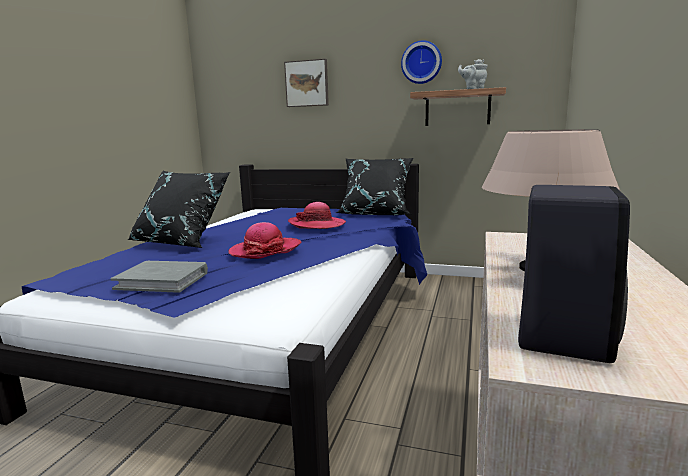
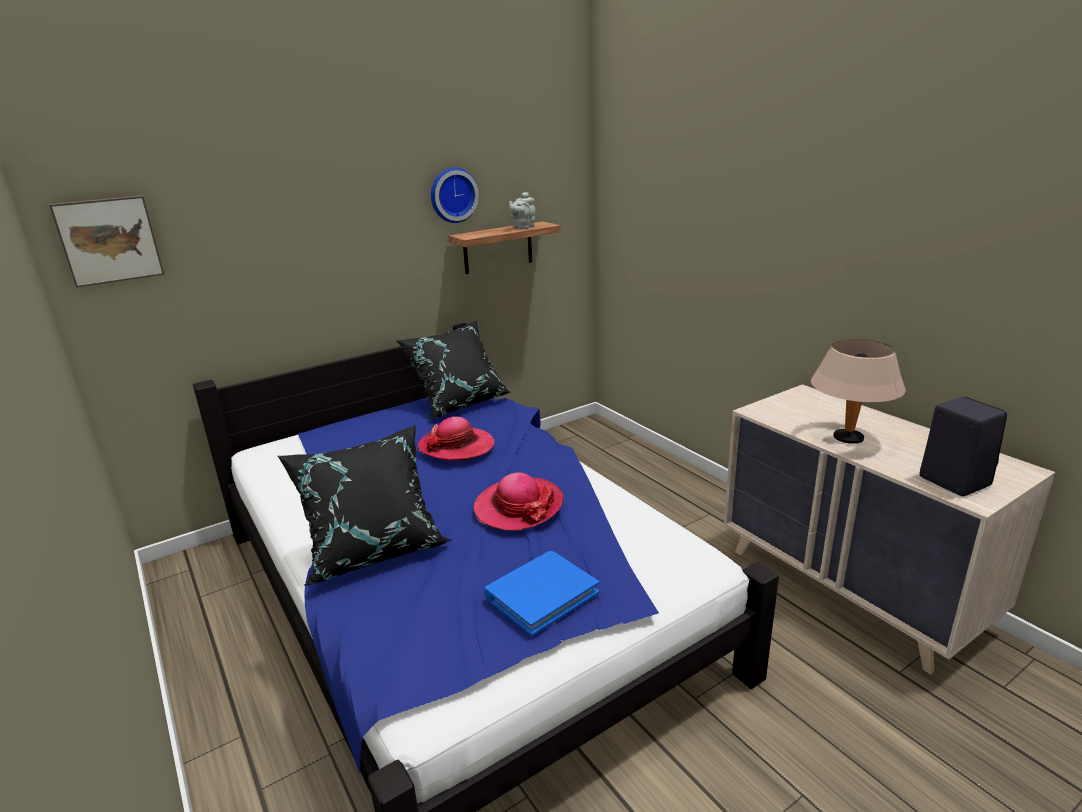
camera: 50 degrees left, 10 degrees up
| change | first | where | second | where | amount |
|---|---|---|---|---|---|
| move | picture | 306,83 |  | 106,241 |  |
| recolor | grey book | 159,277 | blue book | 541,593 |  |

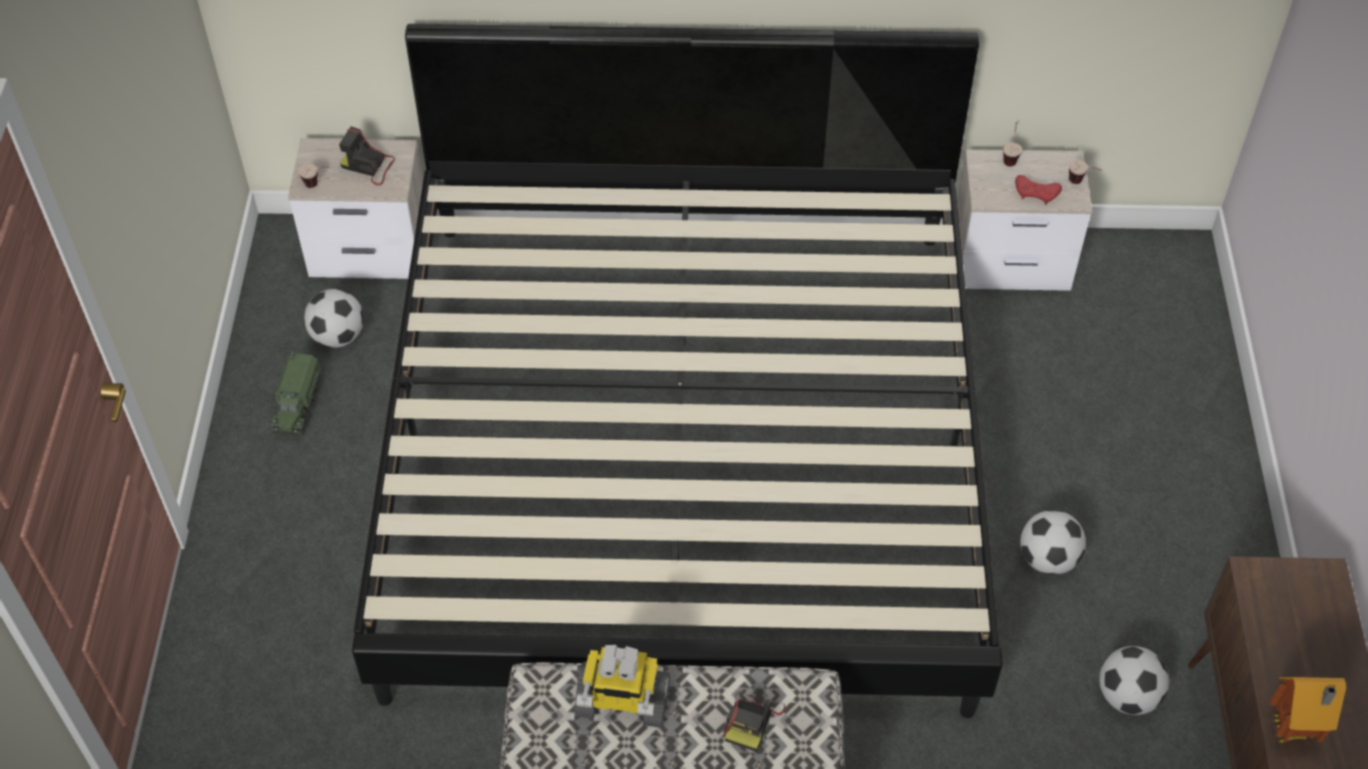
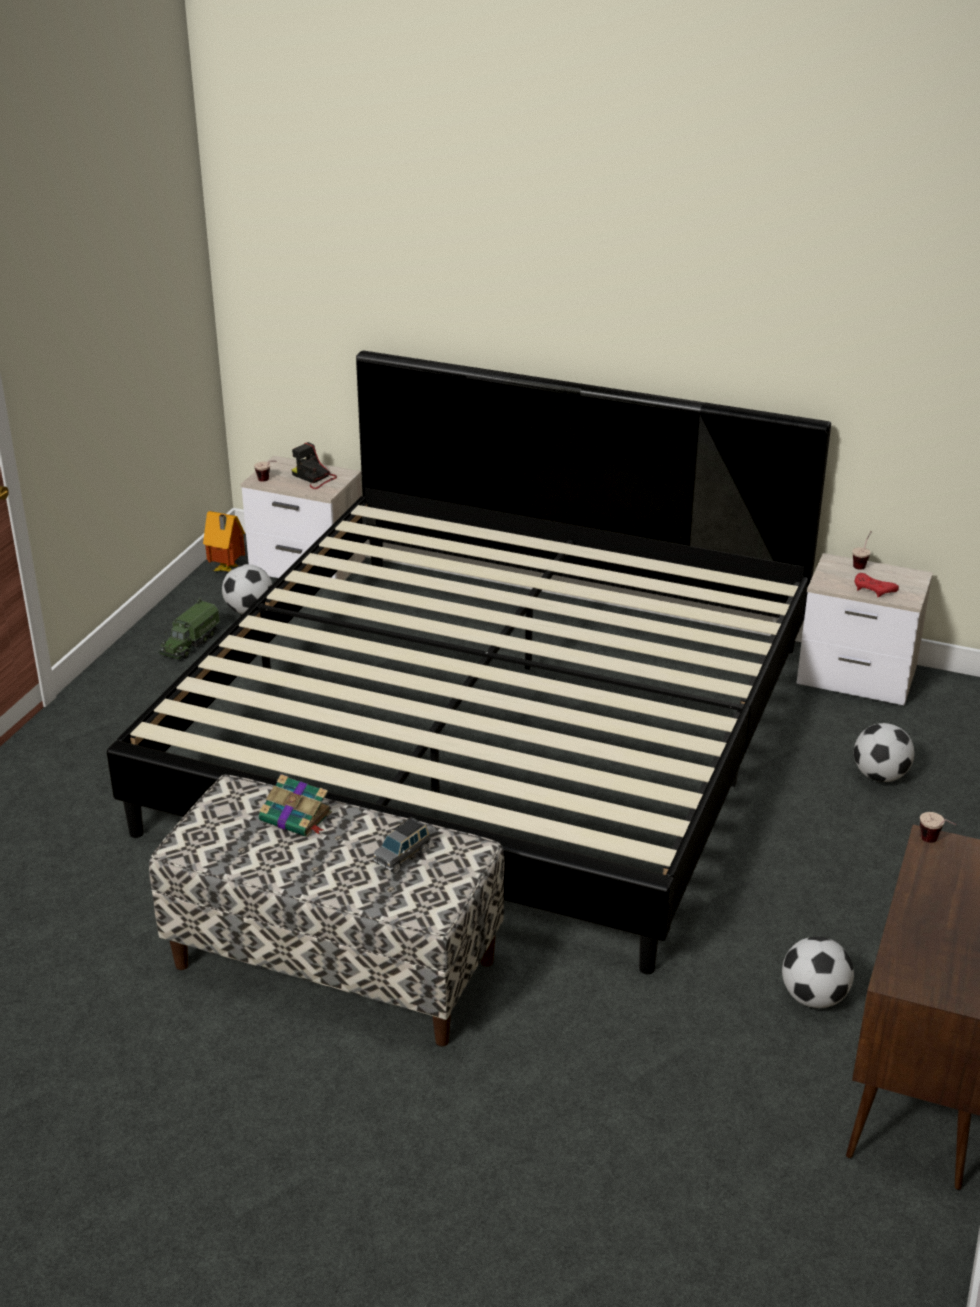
camera: 20 degrees right, 20 degrees down
| change | first | where | second | where | amount |
|---|---|---|---|---|---|
| move | cup | 1085,172 |  | 938,827 |  |
| move | football | 1053,542 |  | 884,752 |  |
| replace | toy robot | 622,686 | book | 295,805 |  |
| move | toy house | 1308,710 |  | 224,541 |  |
| replace | photo camera | 754,721 | grey toy car | 401,845 |  |

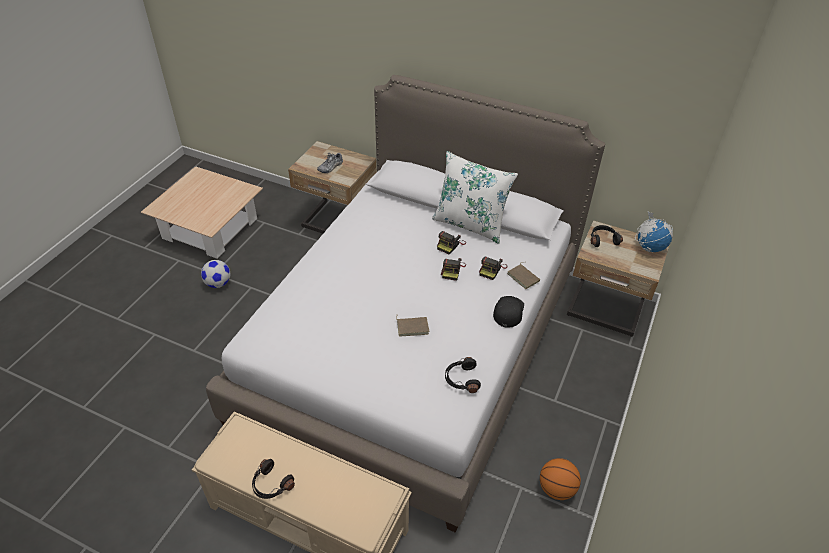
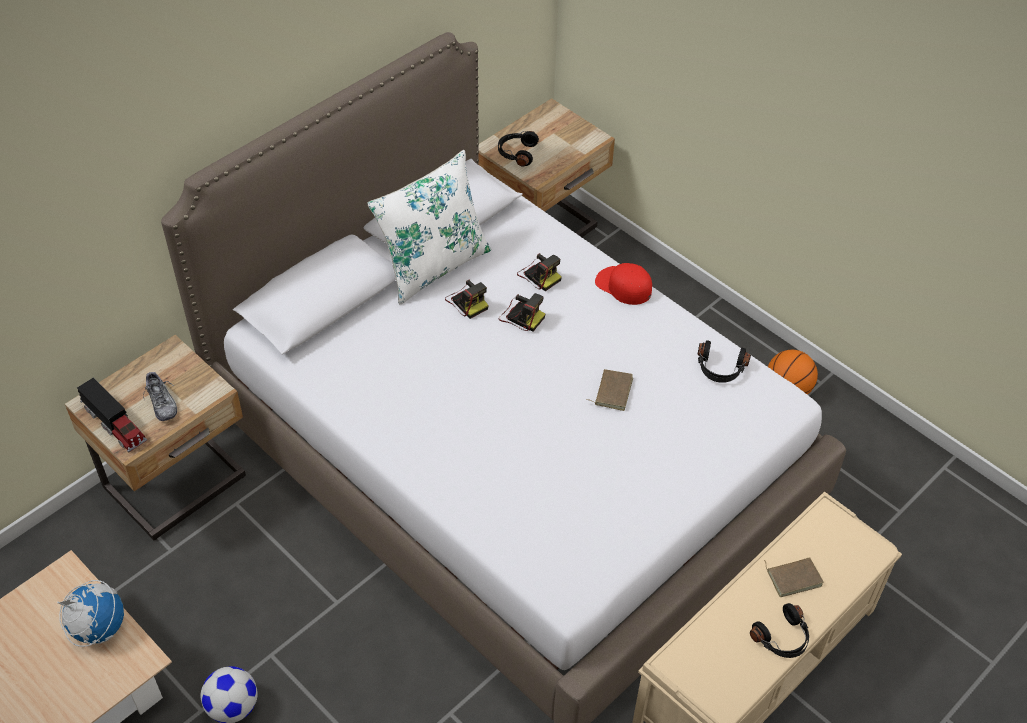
camera: 70 degrees left, 5 degrees up
| change | first | where | second | where | amount |
|---|---|---|---|---|---|
| move | globe | 654,231 |  | 90,613 |  |
| move | brown book | 523,275 |  | 794,577 |  |
| recolor | black cap | 508,312 | red cap | 623,284 |  |
| insert |  |  | toy truck | 112,415 |  |

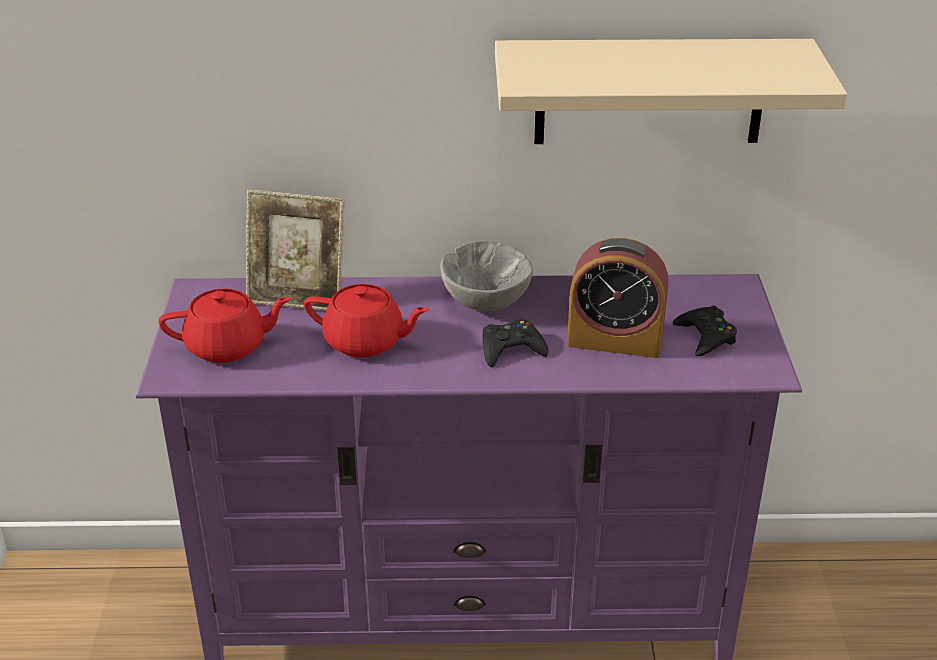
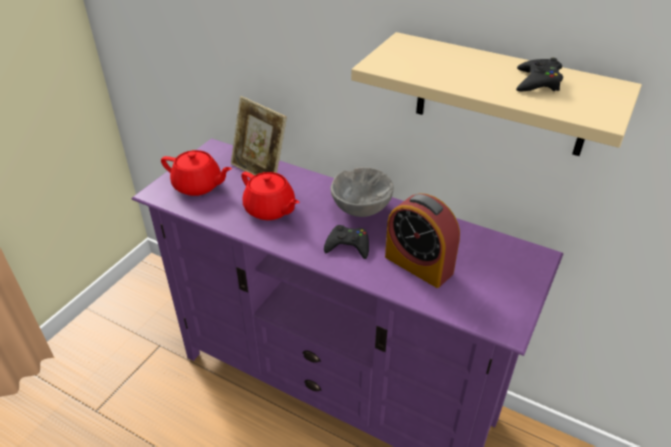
camera: 30 degrees right, 5 degrees up
| change | first | where | second | where | amount |
|---|---|---|---|---|---|
| move | black game controller | 705,330 |  | 539,75 |  |

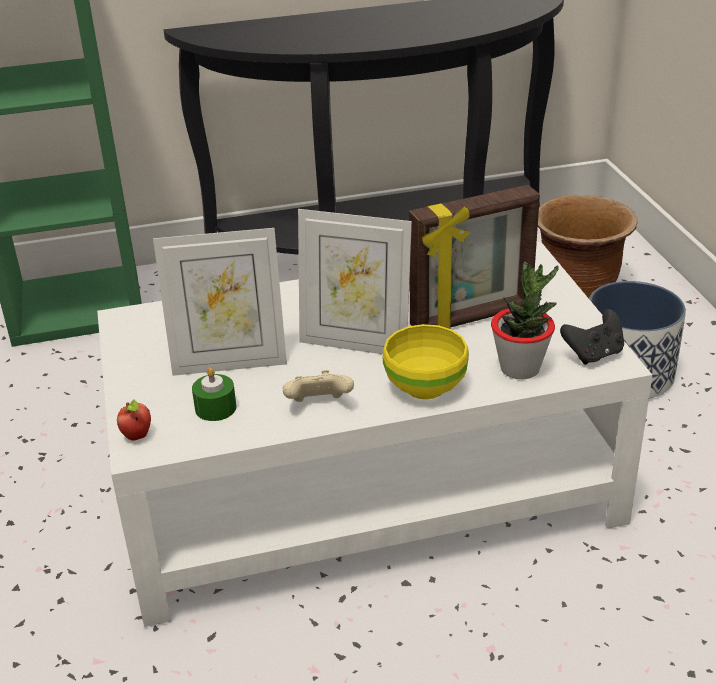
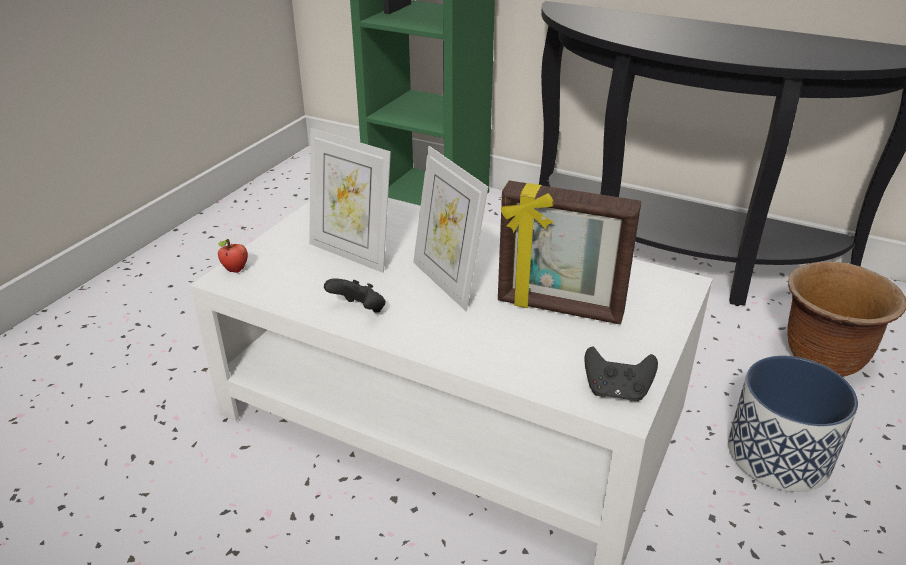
camera: 40 degrees right, 0 degrees up
| change | first | where | second | where | amount |
|---|---|---|---|---|---|
| delete | potted plant | 525,320 |  |  |  |
| delete | yellow bowl | 425,361 |  |  |  |
| delete | green candle | 214,394 |  |  |  |
| recolor | beige game controller | 318,386 | black game controller | 355,296 |  |

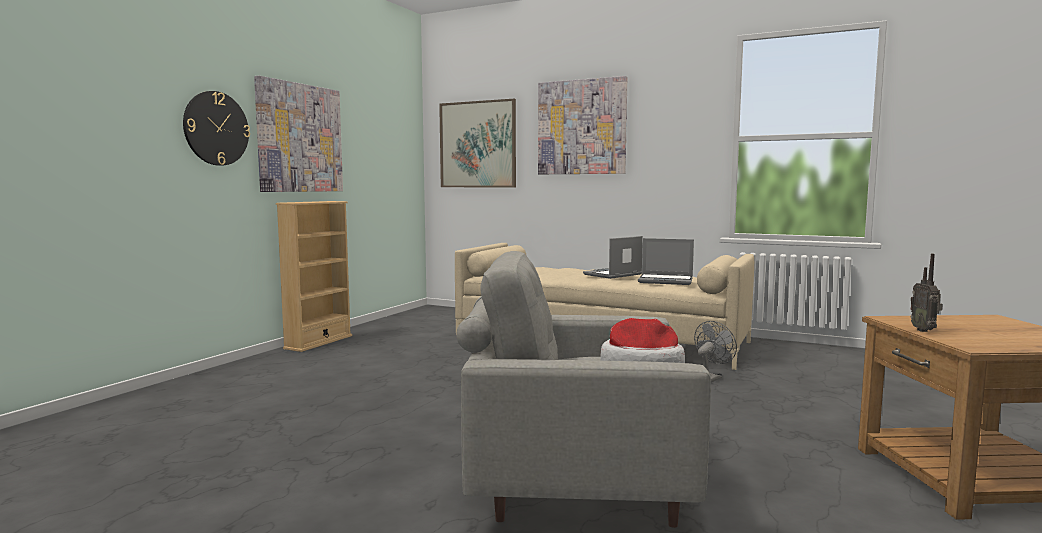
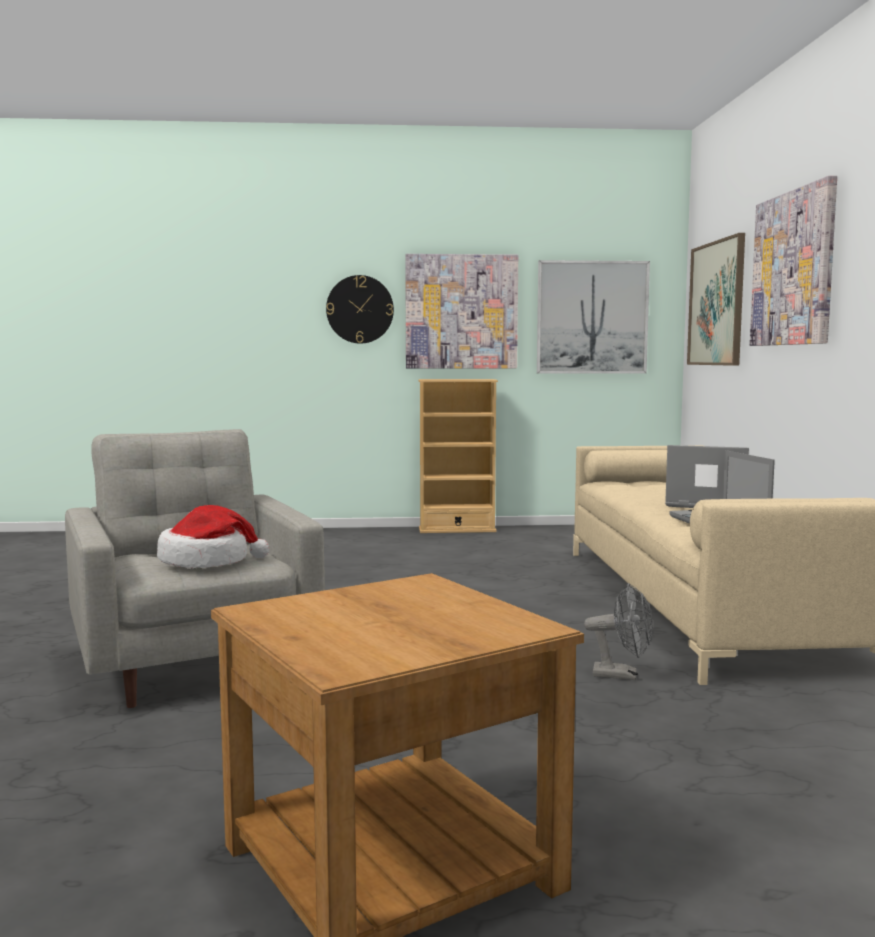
camera: 60 degrees right, 0 degrees up
| change | first | where | second | where | amount |
|---|---|---|---|---|---|
| delete | radio | 927,293 |  |  |  |
| insert |  |  | picture | 593,317 |  |

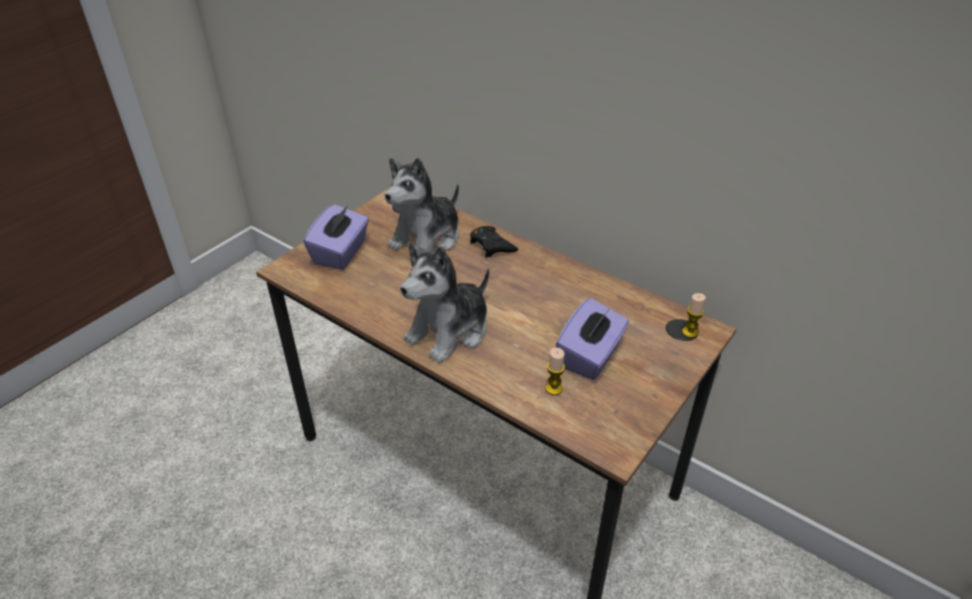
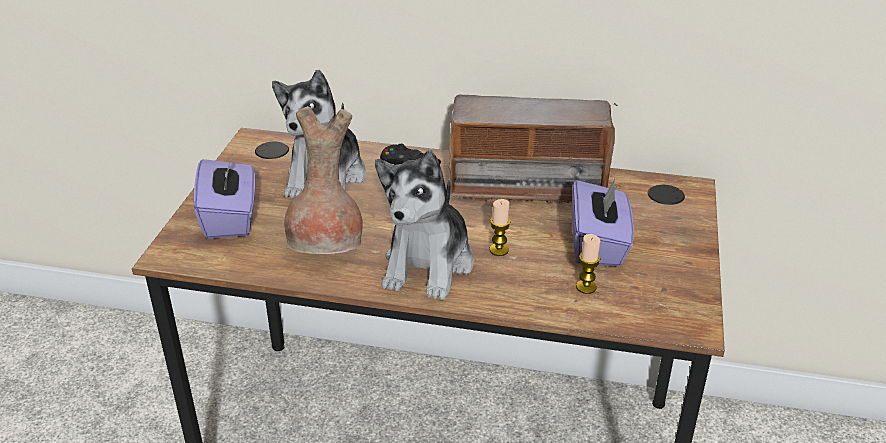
camera: 25 degrees left, 5 degrees down
| change | first | where | second | where | amount |
|---|---|---|---|---|---|
| move | candle | 694,315 |  | 499,227 |  |
| insert |  |  | radio | 533,149 |  |
| insert |  |  | brown vase | 323,180 |  |

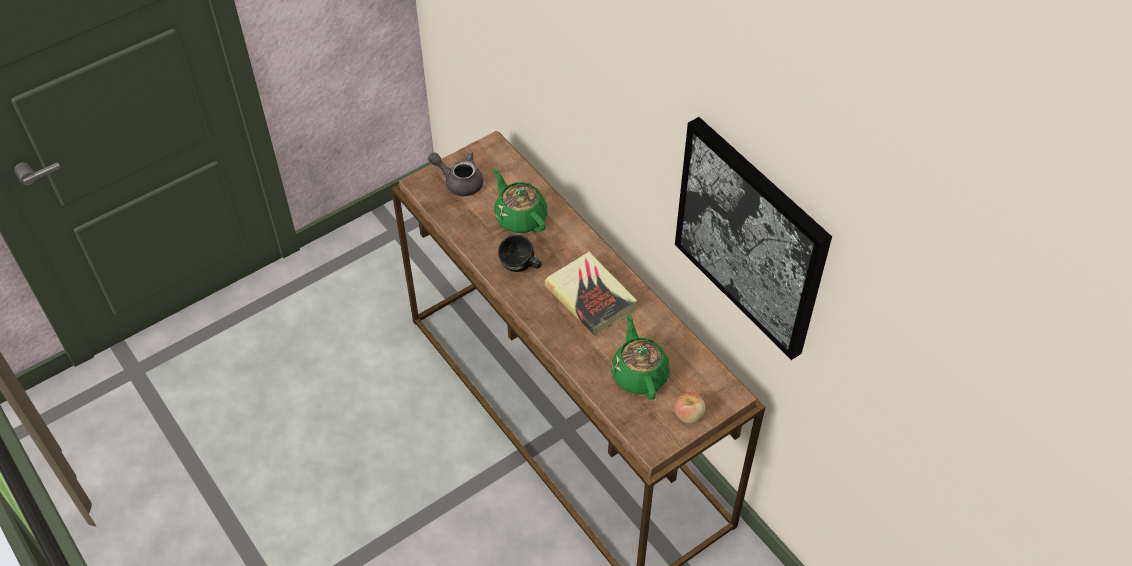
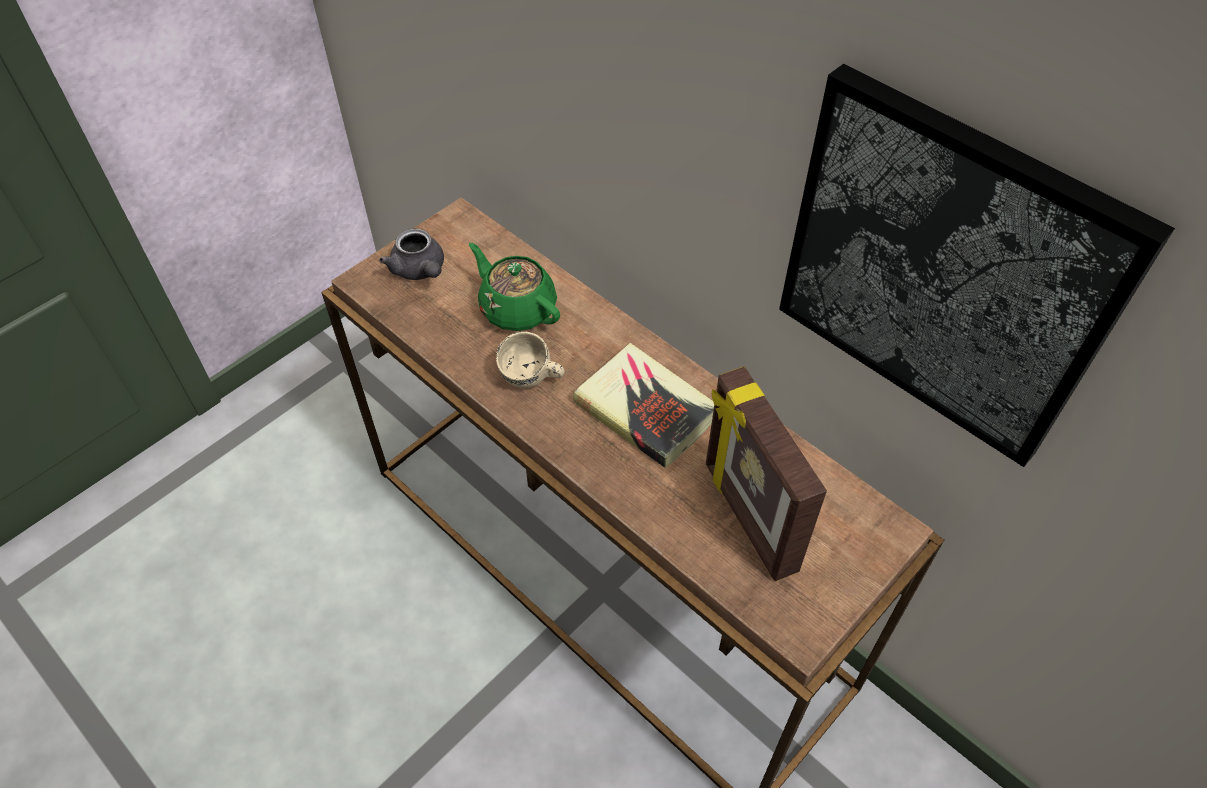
camera: 10 degrees left, 0 degrees up
| change | first | where | second | where | amount |
|---|---|---|---|---|---|
| rotate | grey teapot | 455,173 |  | 411,254 | 135 degrees counterclockwise |
| recolor | black mug | 520,253 | beige mug | 530,360 |  |
| replace | green teapot | 640,357 | picture frame | 766,473 |  |
| delete | apple | 689,407 |  |  |  |

